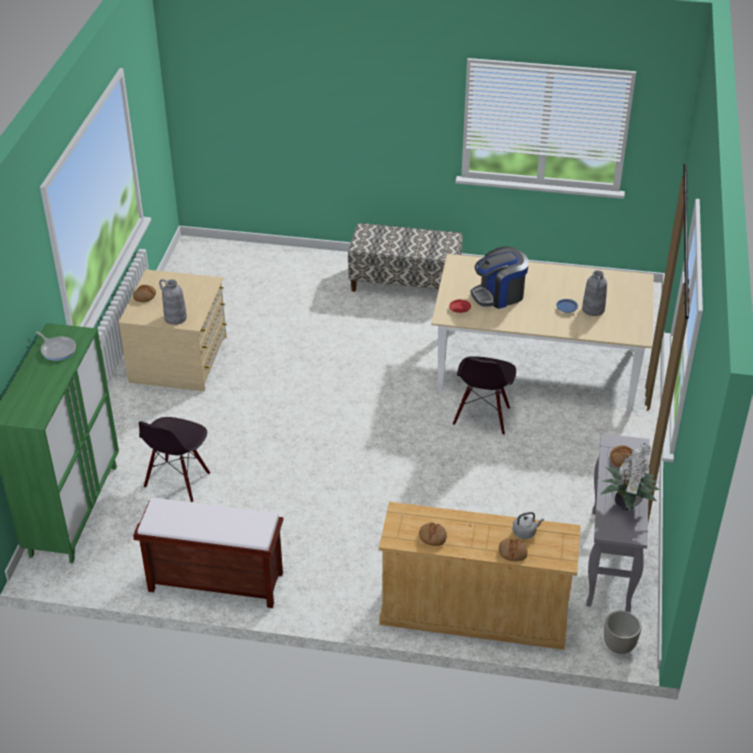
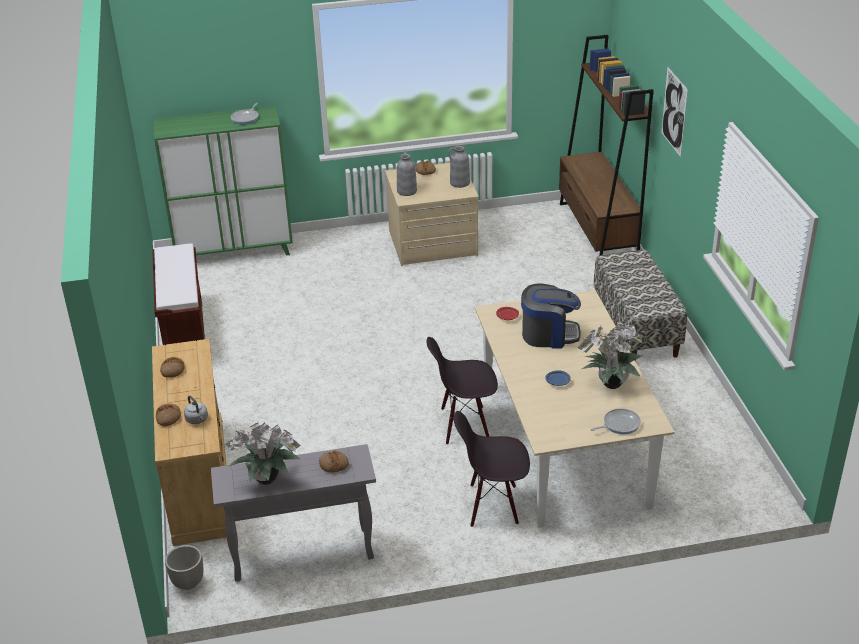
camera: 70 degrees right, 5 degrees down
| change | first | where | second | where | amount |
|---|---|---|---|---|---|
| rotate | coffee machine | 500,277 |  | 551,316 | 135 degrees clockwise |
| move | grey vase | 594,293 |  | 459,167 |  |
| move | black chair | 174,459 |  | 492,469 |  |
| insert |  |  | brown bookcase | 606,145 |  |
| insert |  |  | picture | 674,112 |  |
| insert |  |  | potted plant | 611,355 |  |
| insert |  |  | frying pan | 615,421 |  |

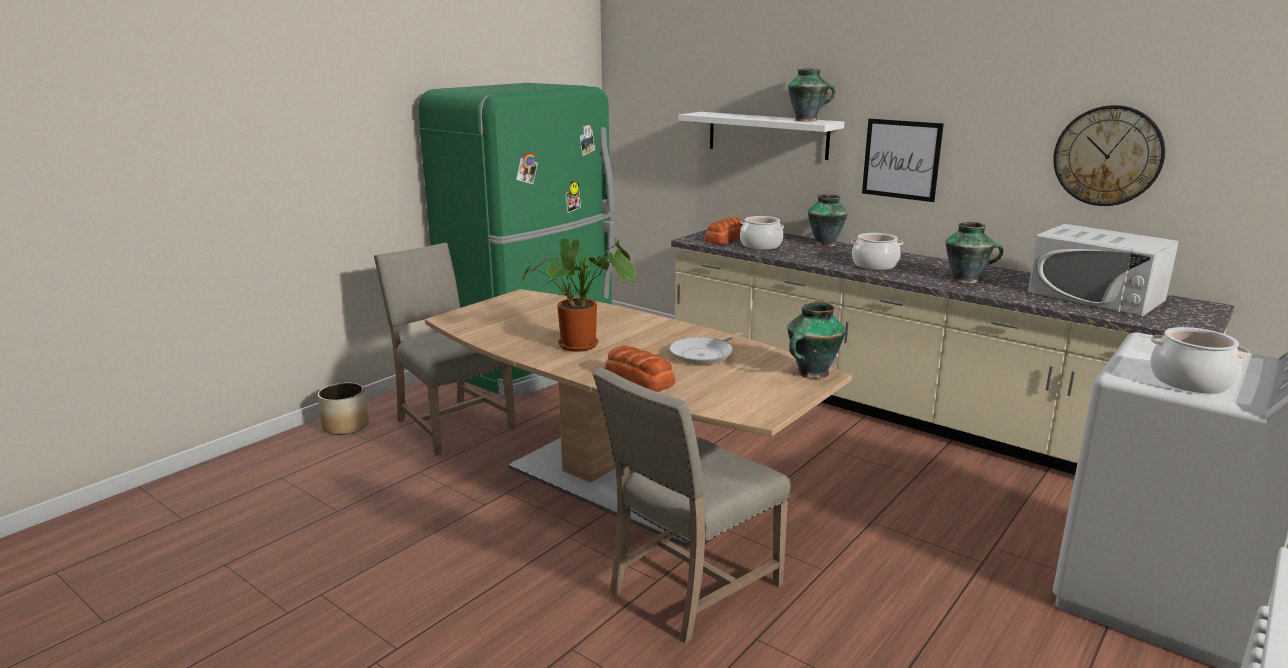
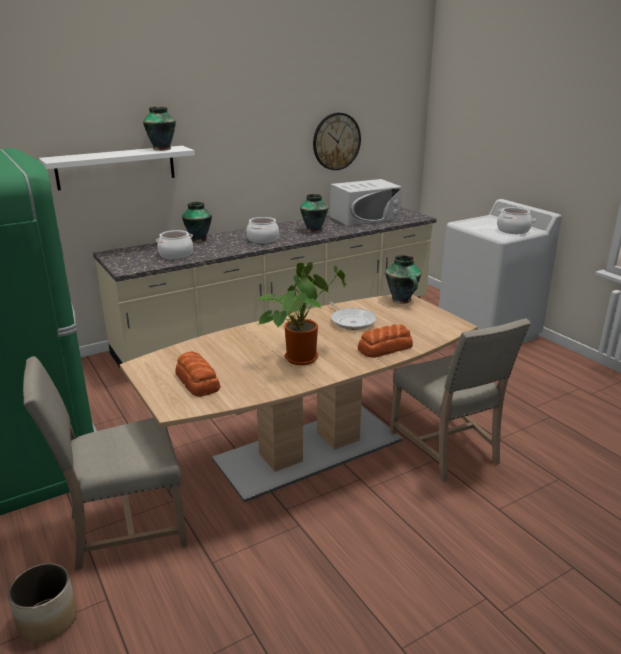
camera: 70 degrees left, 5 degrees up
| change | first | where | second | where | amount |
|---|---|---|---|---|---|
| delete | picture | 903,160 |  |  |  |
| move | bread | 724,231 |  | 198,374 |  |

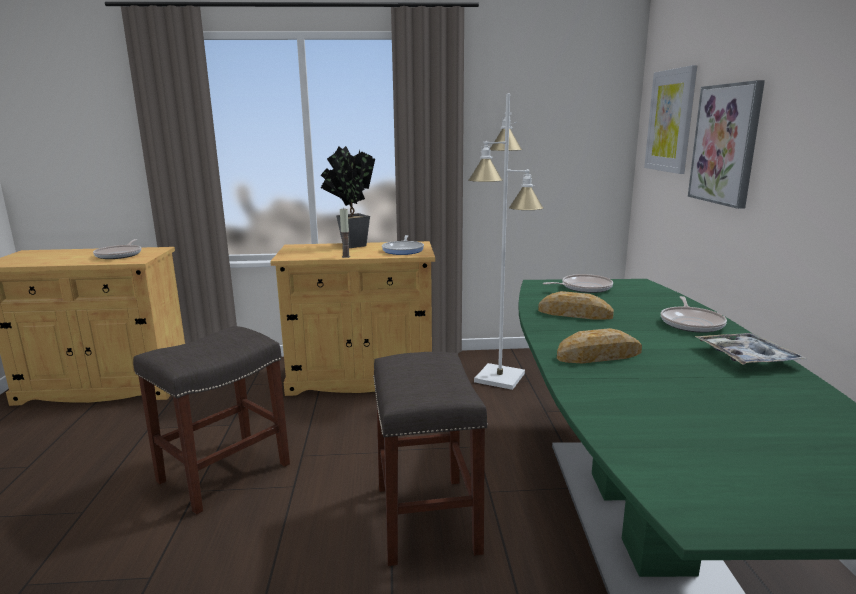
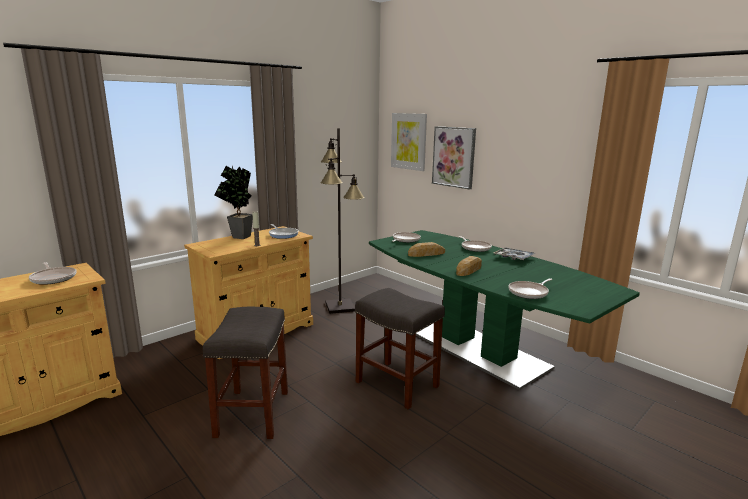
camera: 40 degrees left, 0 degrees up
| change | first | where | second | where | amount |
|---|---|---|---|---|---|
| recolor | white floor lamp | 505,242 | black floor lamp | 342,221 |  |
| insert |  |  | frying pan | 530,288 |  |

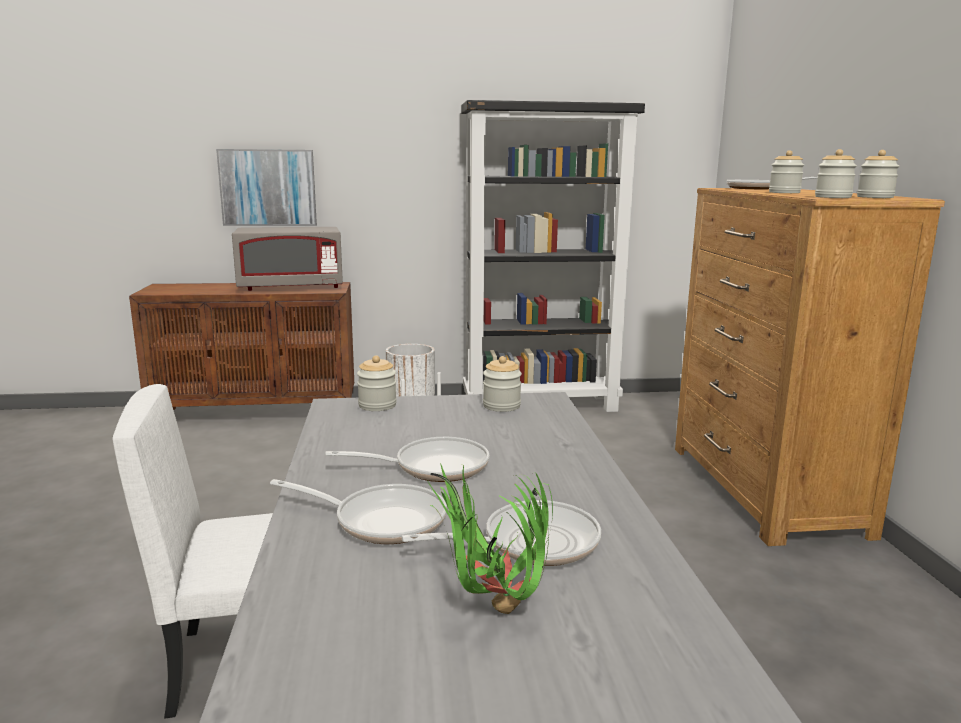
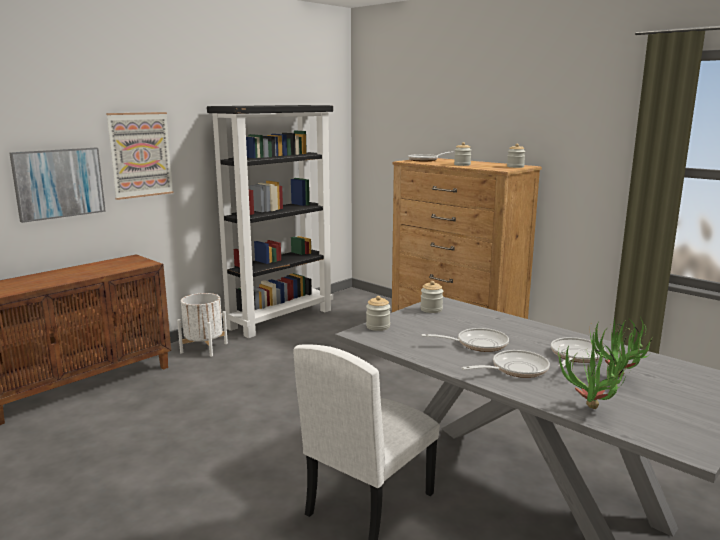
camera: 40 degrees left, 0 degrees up
| change | first | where | second | where | amount |
|---|---|---|---|---|---|
| delete | jar | 836,173 |  |  |  |
| delete | grey microwave | 287,259 |  |  |  |
| rotate | frying pan | 407,459 |  | 465,340 | 45 degrees clockwise |
| insert |  |  | picture | 140,156 |  |
| insert |  |  | potted plant | 593,376 |  |

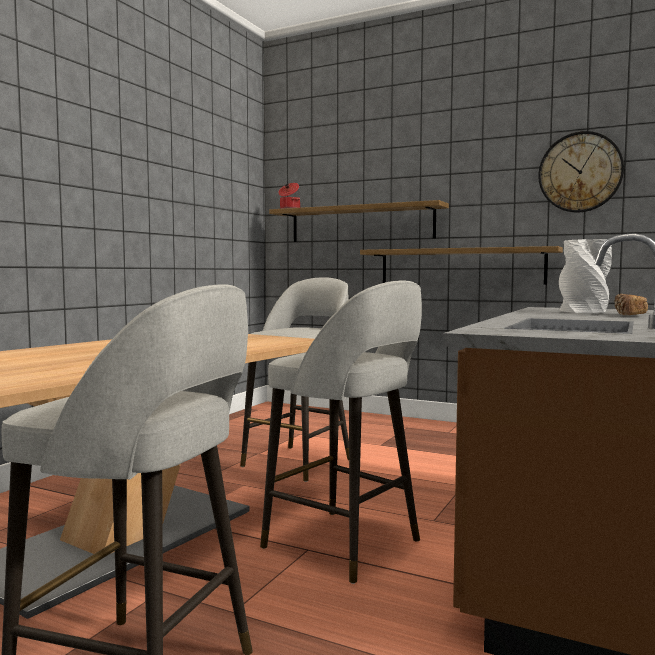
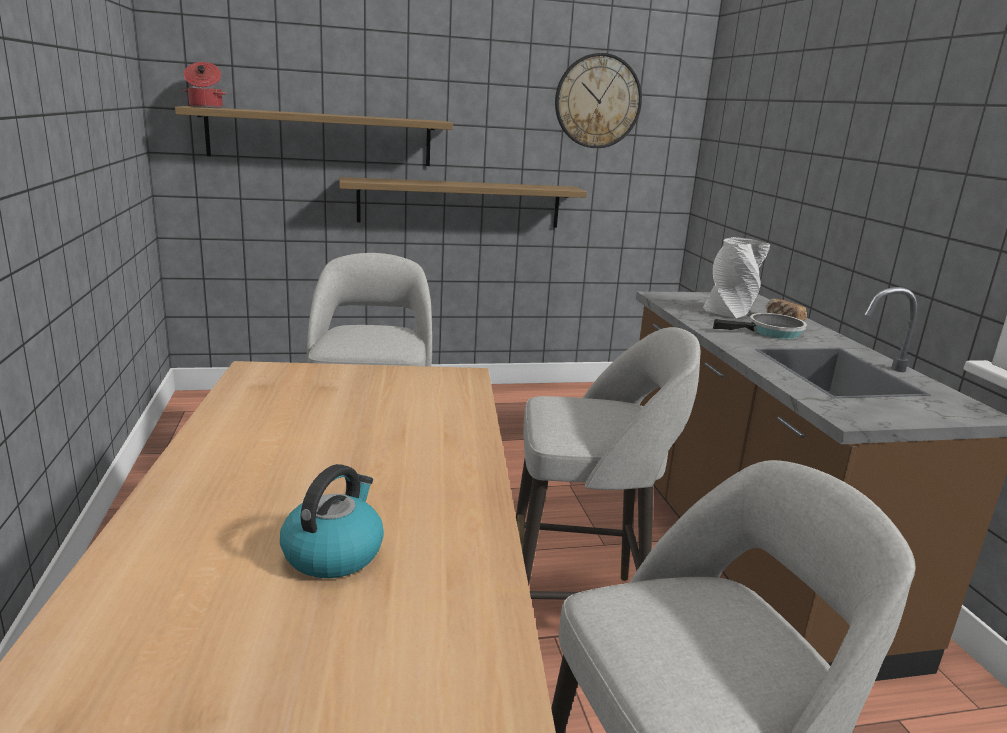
camera: 40 degrees left, 15 degrees up
| change | first | where | second | where | amount |
|---|---|---|---|---|---|
| insert |  |  | frying pan | 760,326 |  |
| insert |  |  | kettle | 332,521 |  |

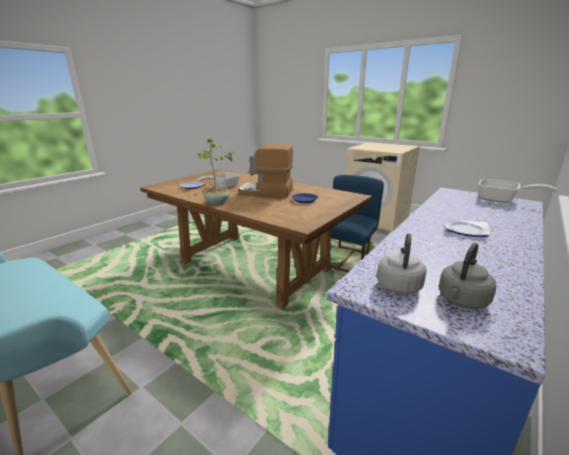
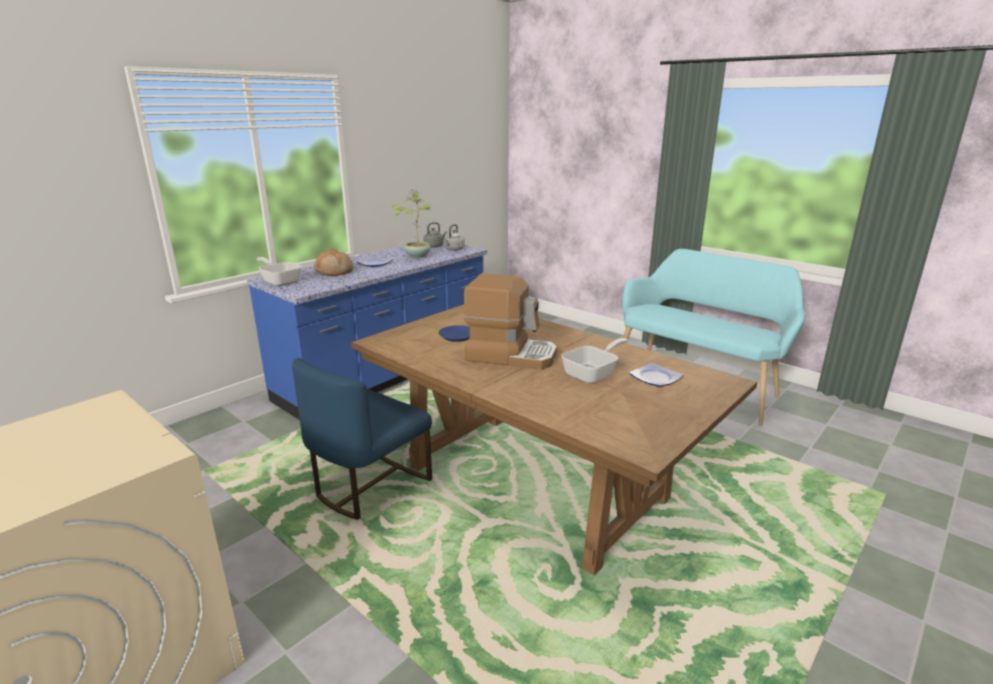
camera: 175 degrees left, 0 degrees up
| change | first | where | second | where | amount |
|---|---|---|---|---|---|
| move | potted plant | 215,171 |  | 412,224 |  |
| insert |  |  | bread | 334,262 |  |

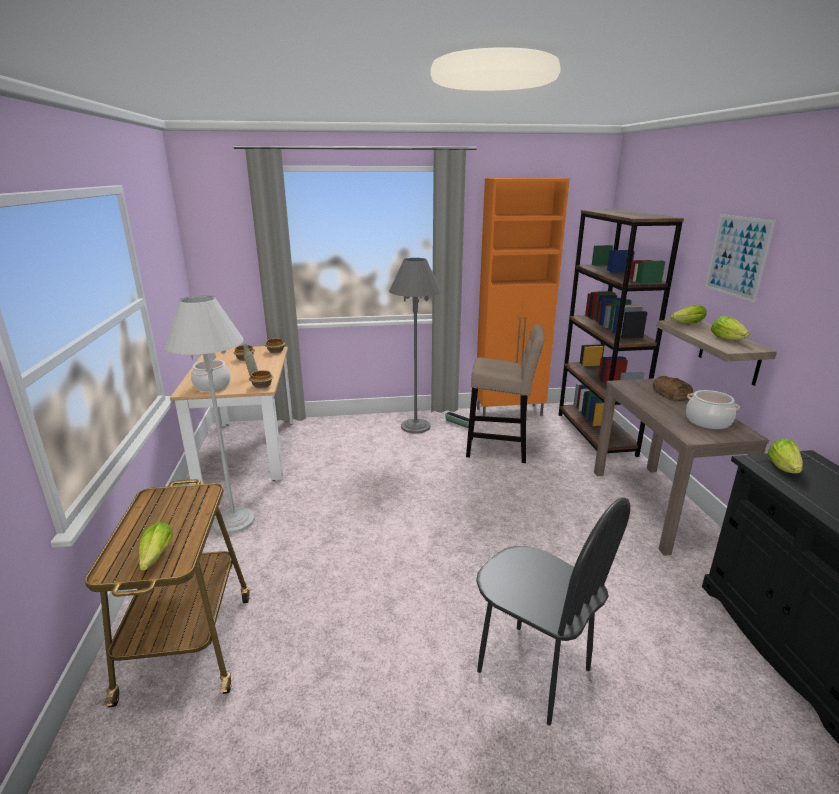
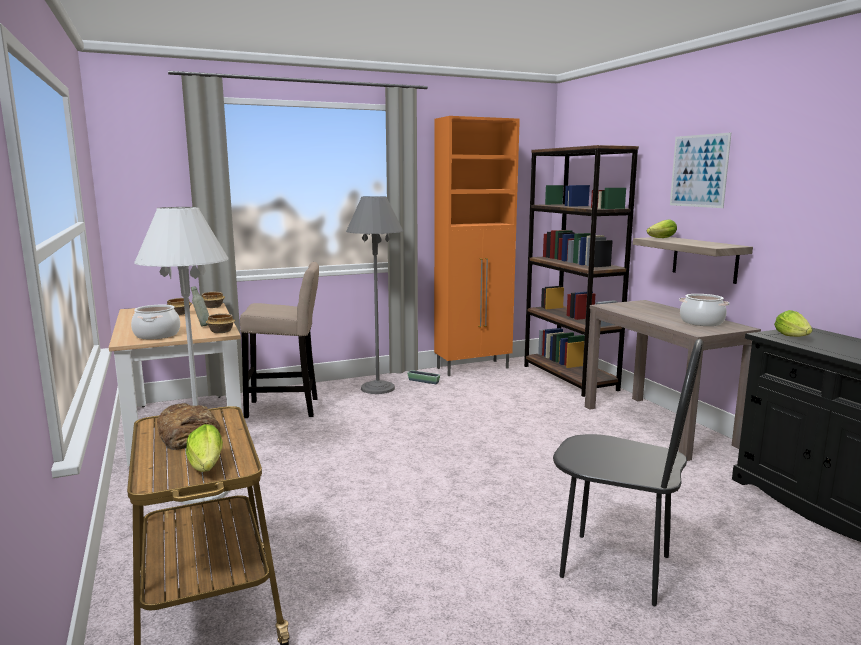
camera: 15 degrees left, 10 degrees down
| change | first | where | second | where | amount |
|---|---|---|---|---|---|
| delete | lettuce | 730,328 |  |  |  |
| move | beige stool | 505,393 |  | 279,340 |  |
| move | bread | 673,388 |  | 189,426 |  |

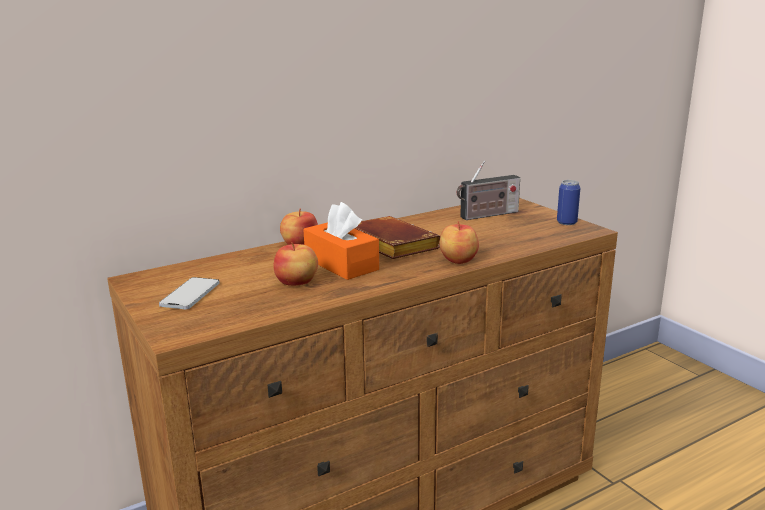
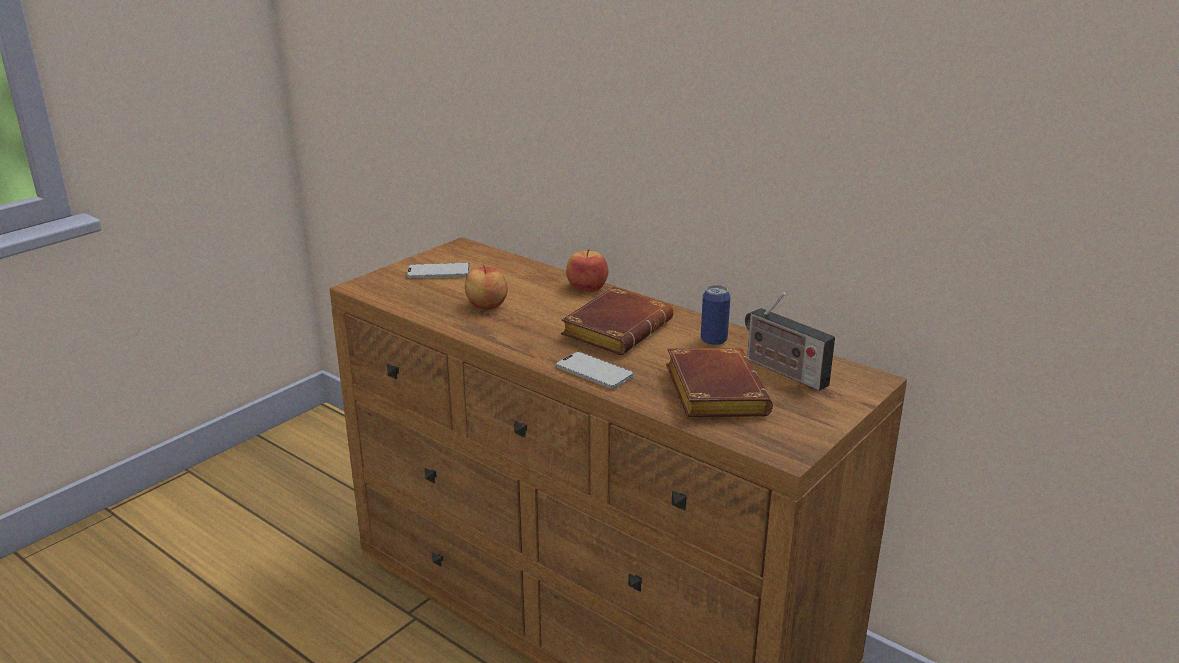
camera: 70 degrees right, 5 degrees up
| change | first | where | second | where | amount |
|---|---|---|---|---|---|
| move | can | 568,202 |  | 715,315 |  |
| delete | orange tissue box | 341,241 |  |  |  |
| replace | apple | 459,242 | phone | 595,370 |  |
| insert |  |  | brown book | 719,382 |  |

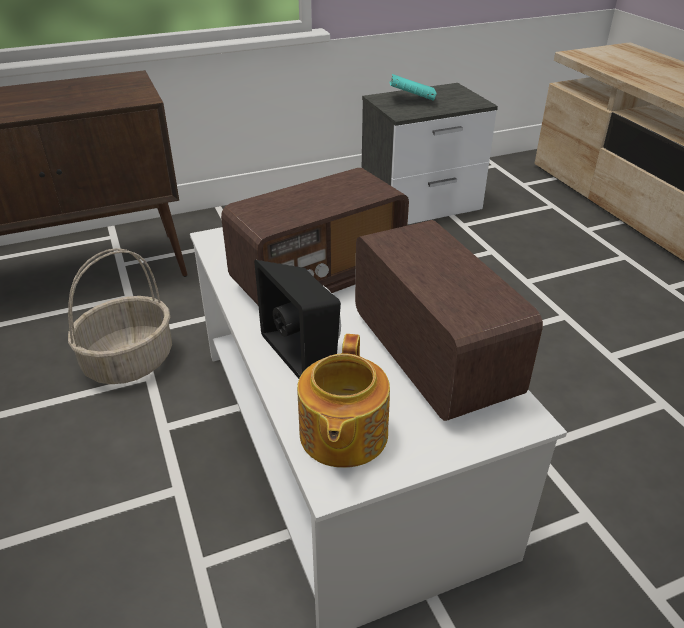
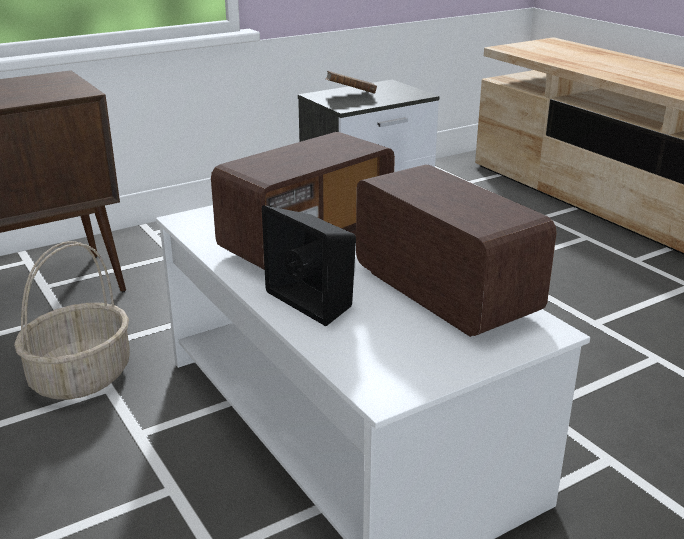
camera: 10 degrees left, 10 degrees down
| change | first | where | second | where | amount |
|---|---|---|---|---|---|
| recolor | turquoise book | 413,87 | brown book | 351,82 |  |
| delete | teapot | 343,401 |  |  |  |

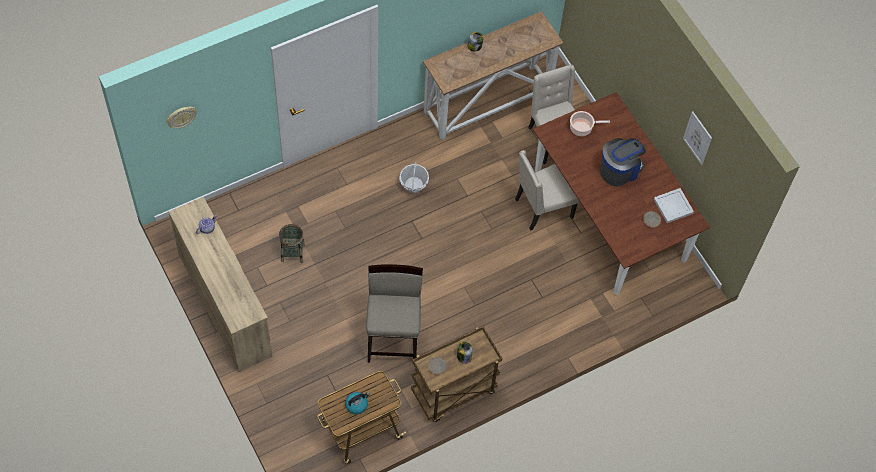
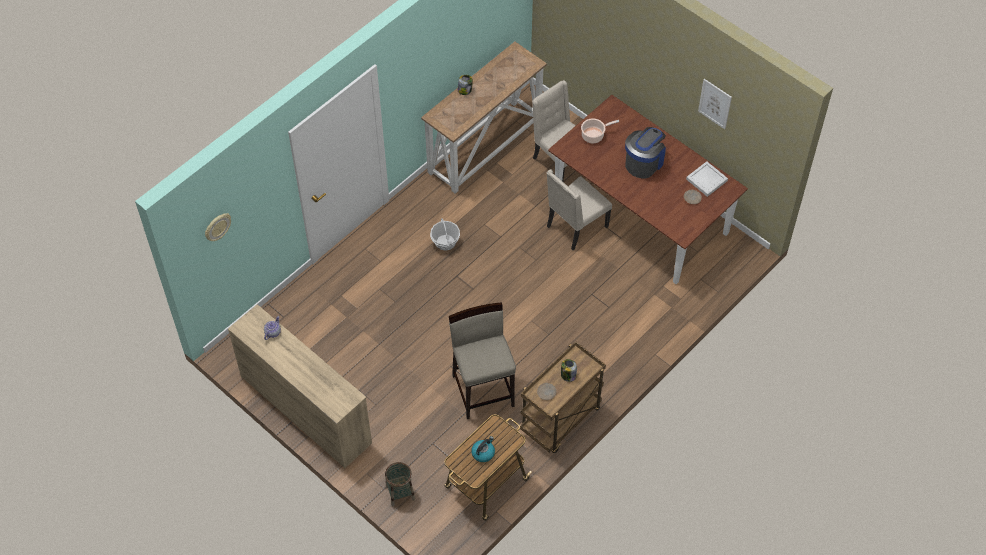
camera: 15 degrees left, 5 degrees down
| change | first | where | second | where | amount |
|---|---|---|---|---|---|
| move | basket | 292,243 |  | 400,484 |  |

